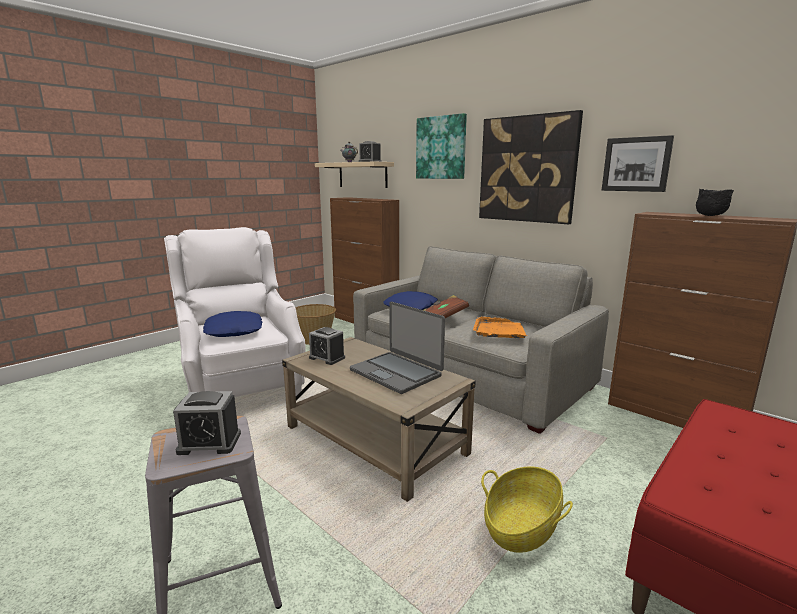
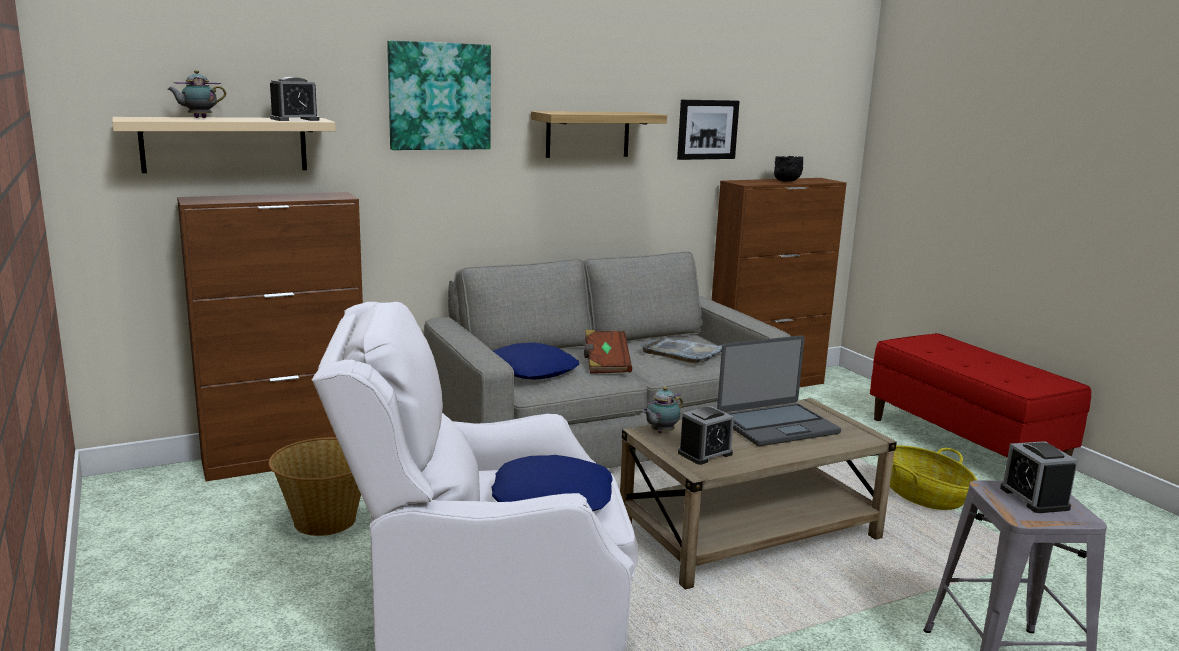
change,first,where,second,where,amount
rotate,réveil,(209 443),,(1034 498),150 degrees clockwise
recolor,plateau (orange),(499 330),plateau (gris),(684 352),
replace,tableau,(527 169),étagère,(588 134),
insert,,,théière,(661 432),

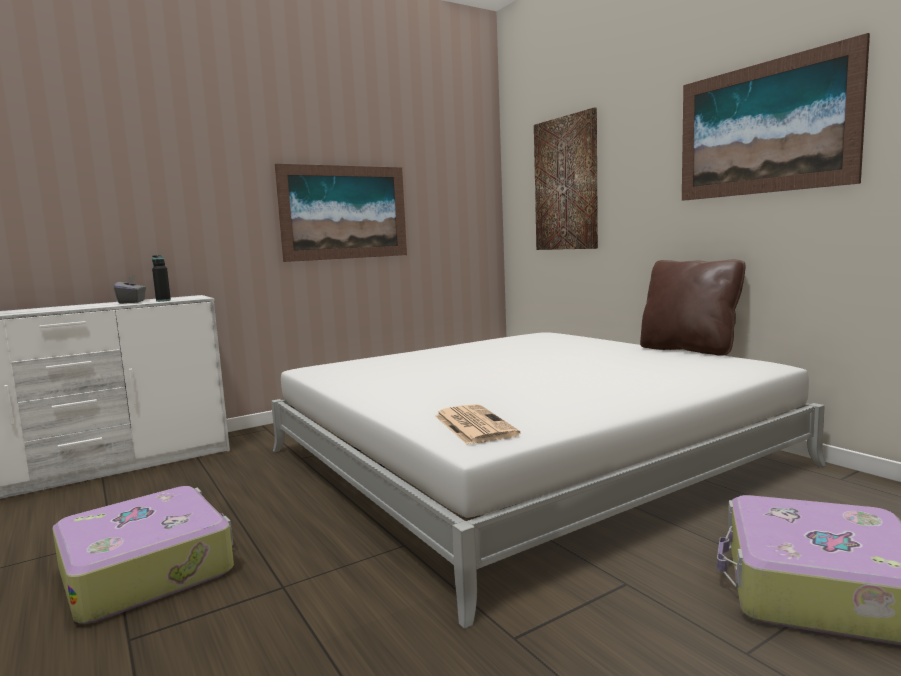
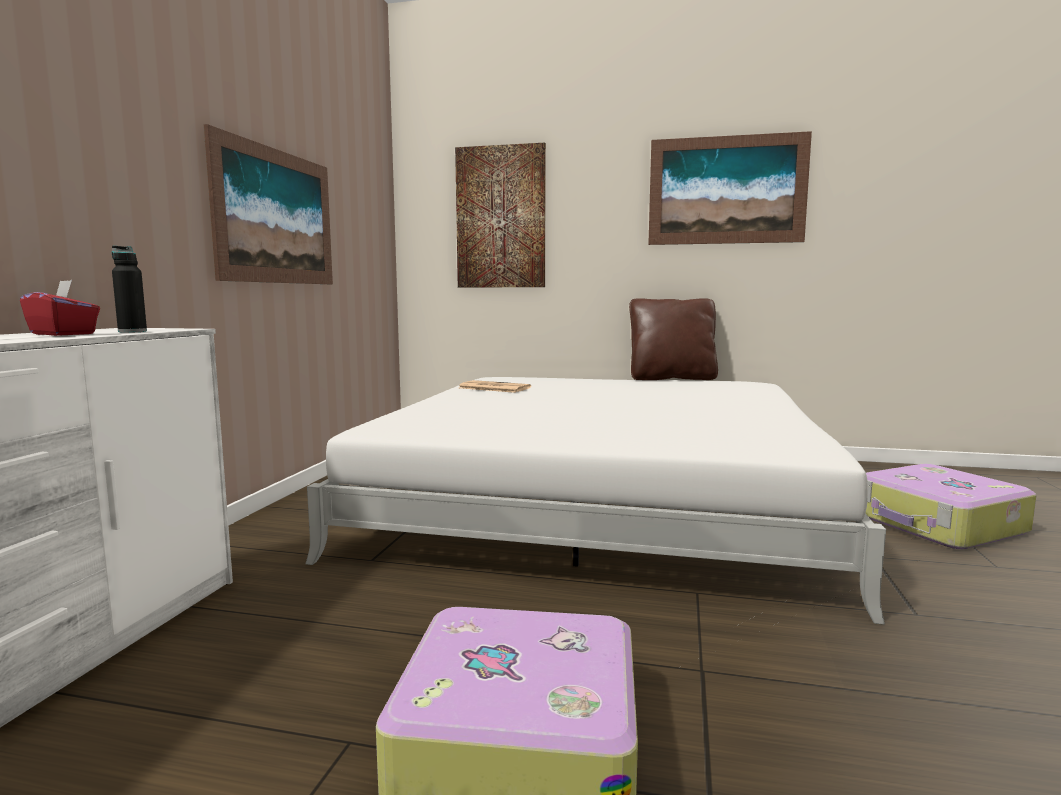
change,first,where,second,where,amount
recolor,boîte à mouchoirs (gris),(132 302),boîte à mouchoirs (rouge),(64 334),
move,journal,(473 425),,(493 388),

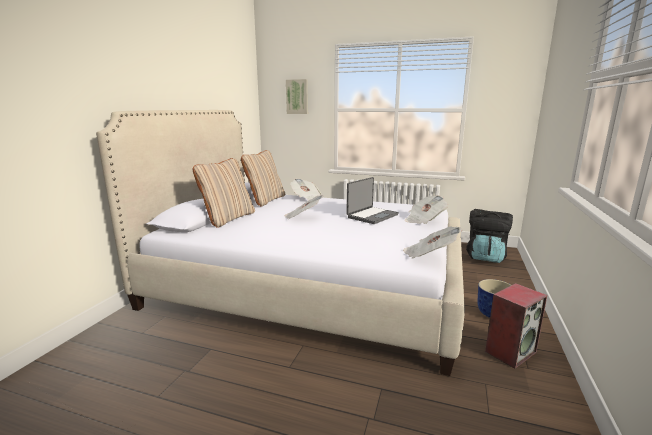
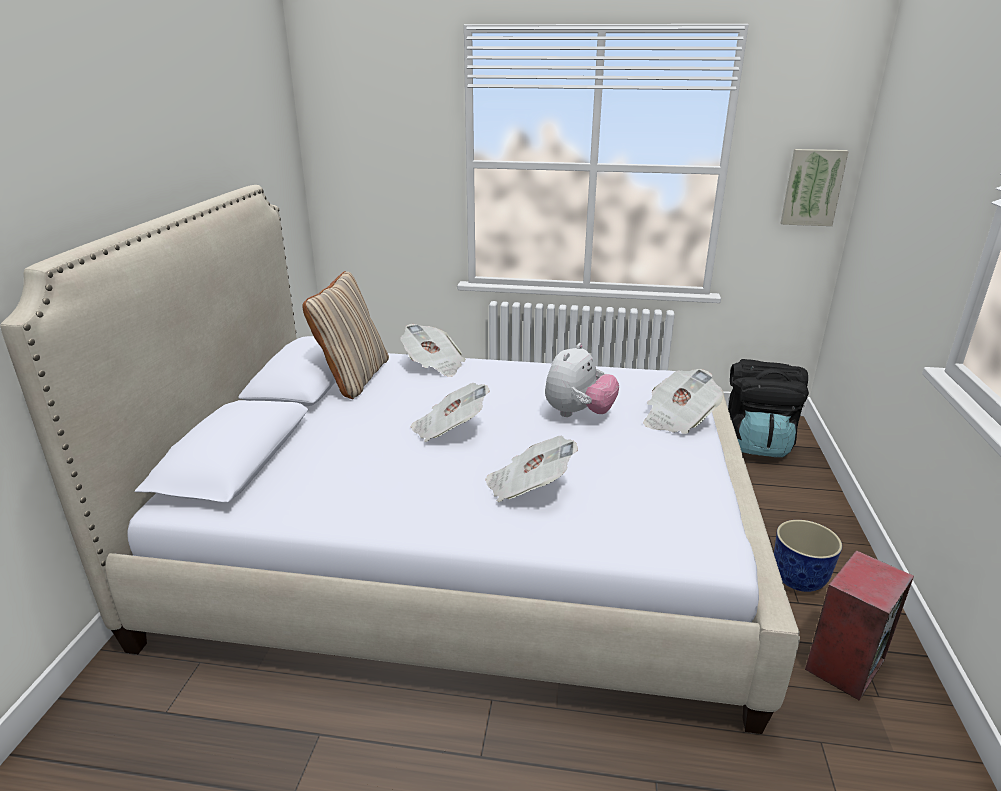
change,first,where,second,where,amount
delete,coussin (beige),(228 219),,,
move,tableau,(297 97),,(812 187),
replace,ordinateur portable,(372 216),peluche,(578 414),
move,journal,(429 255),,(528 488),

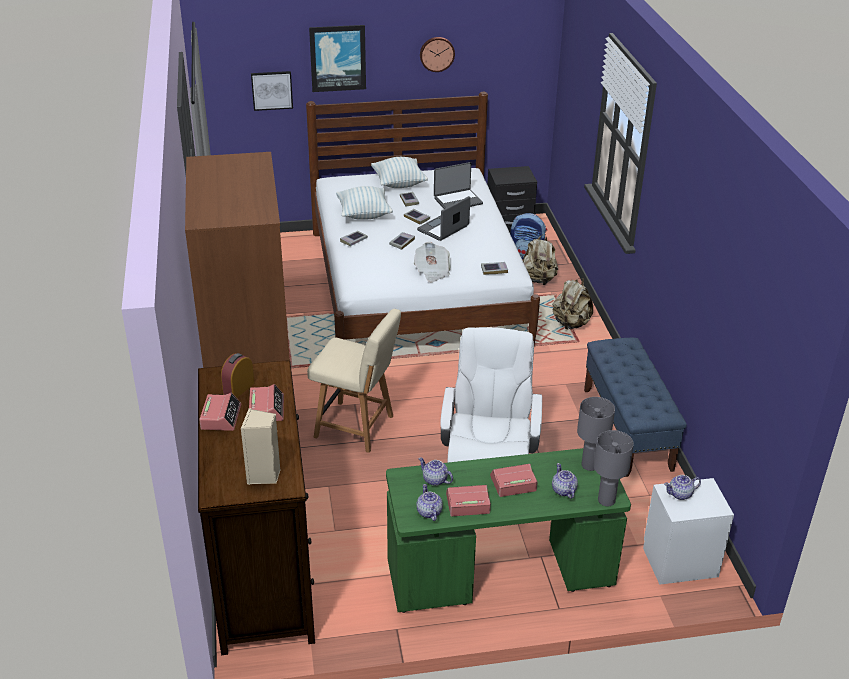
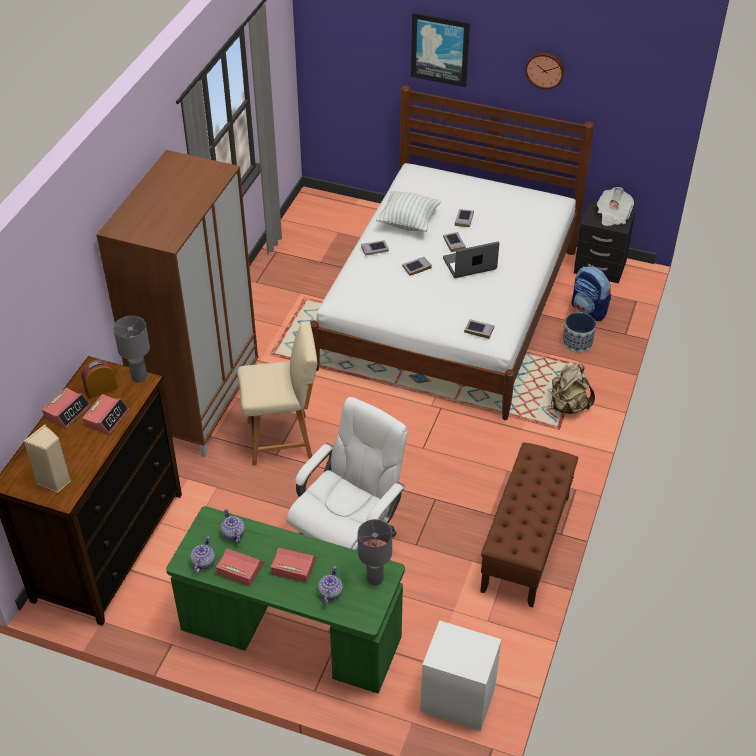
change,first,where,second,where,amount
delete,tableau,(272 90),,,
rotate,chaise (beige),(357 427),,(282 439),60 degrees counterclockwise
delete,coussin,(399 183),,,
move,journal,(432 271),,(612 215),
delete,ordinateur portable,(457 200),,,
replace,sac à dos (beige),(538 280),cache-pot,(577 342),
recolor,banc (bleu),(627 429),banc (marron),(525 544),
move,lampe de table (gris),(606 500),,(140 377),
delete,théière,(680 494),,,

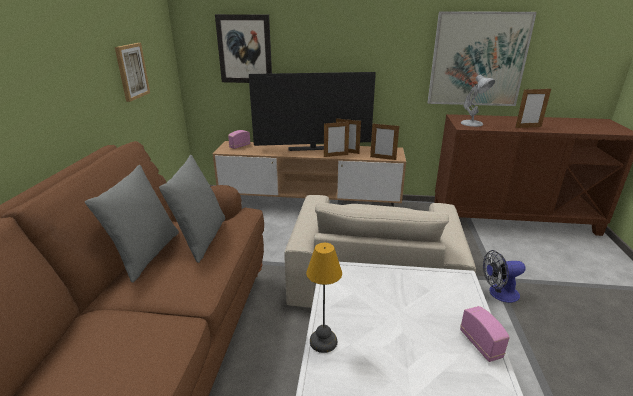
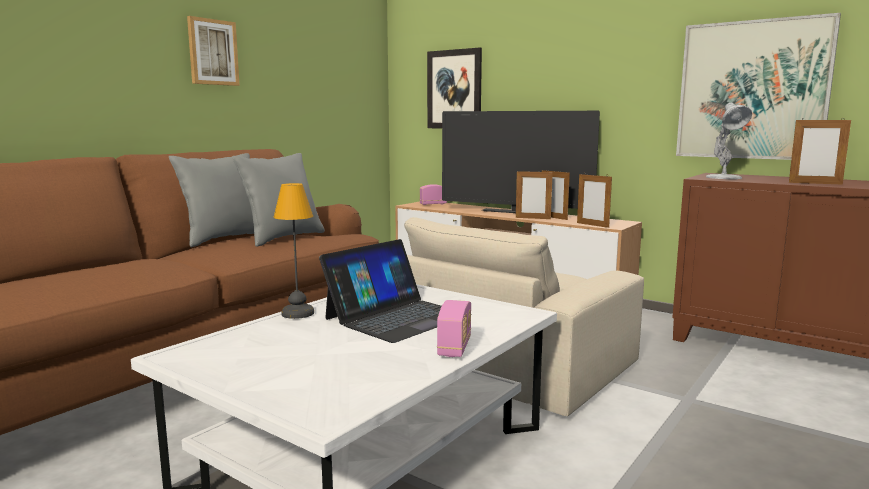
change,first,where,second,where,amount
move,tableau,(131 71),,(212 52),
delete,ventilateur,(499 294),,,
insert,,,ordinateur portable,(397 317),

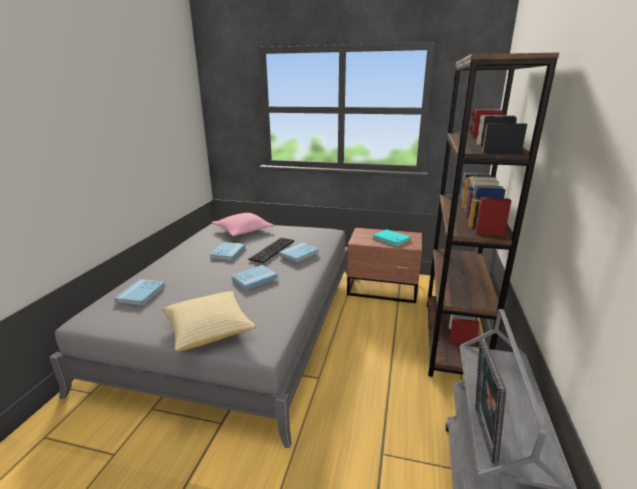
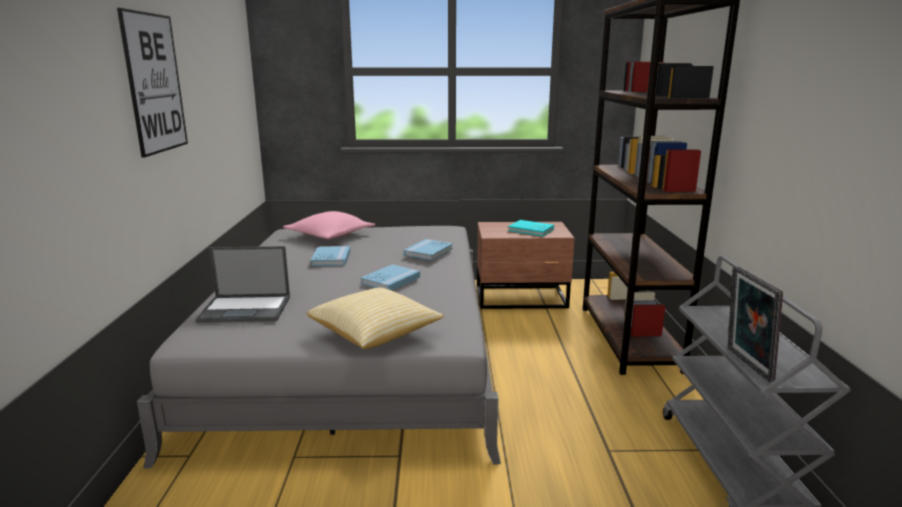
change,first,where,second,where,amount
replace,livre (bleu),(141 294),ordinateur portable,(246 309),
delete,clavier,(273 250),,,
insert,,,tableau,(155 83),

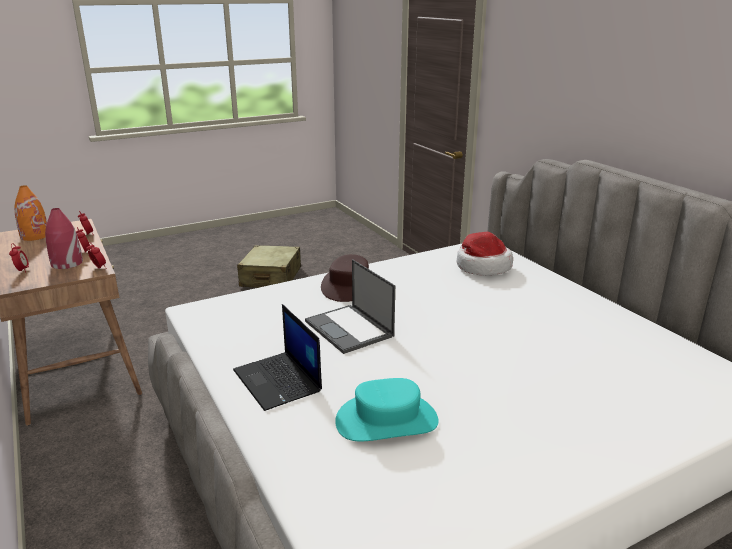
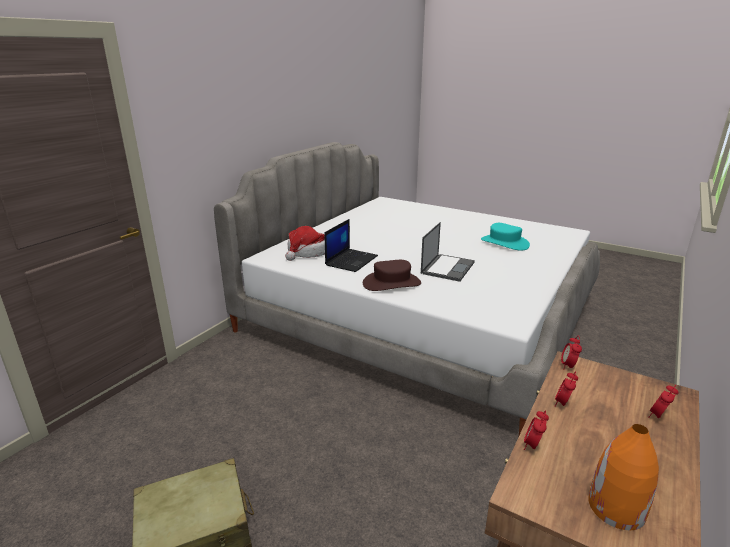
change,first,where,second,where,amount
delete,vase (rouge),(66 263),,,
move,ordinateur portable,(278 381),,(351 260),

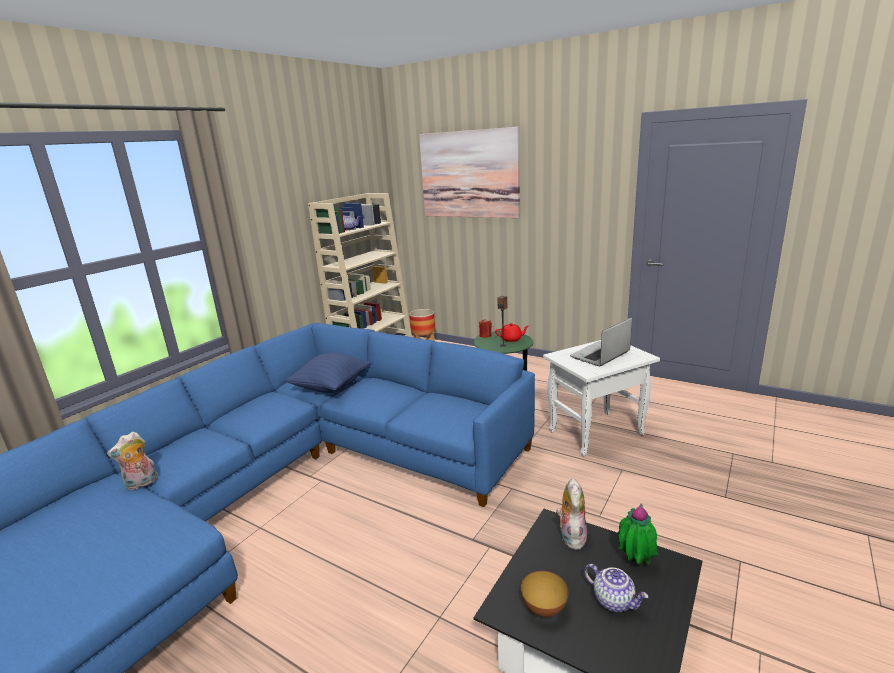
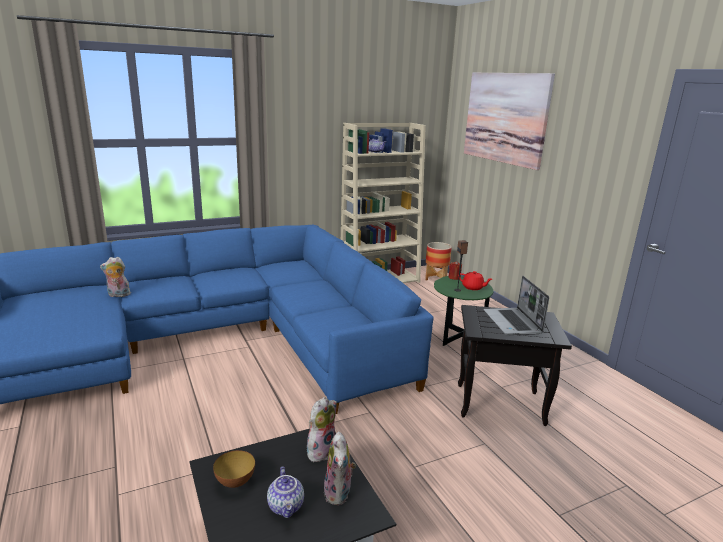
change,first,where,second,where,amount
delete,coussin (bleu),(331 387),,,
recolor,table d'appoint (blanc),(595 434),table d'appoint (noir),(498 404),
rotate,ordinateur portable,(600 355),,(513 323),90 degrees counterclockwise
replace,plante en pot,(635 563),peluche,(339 493),

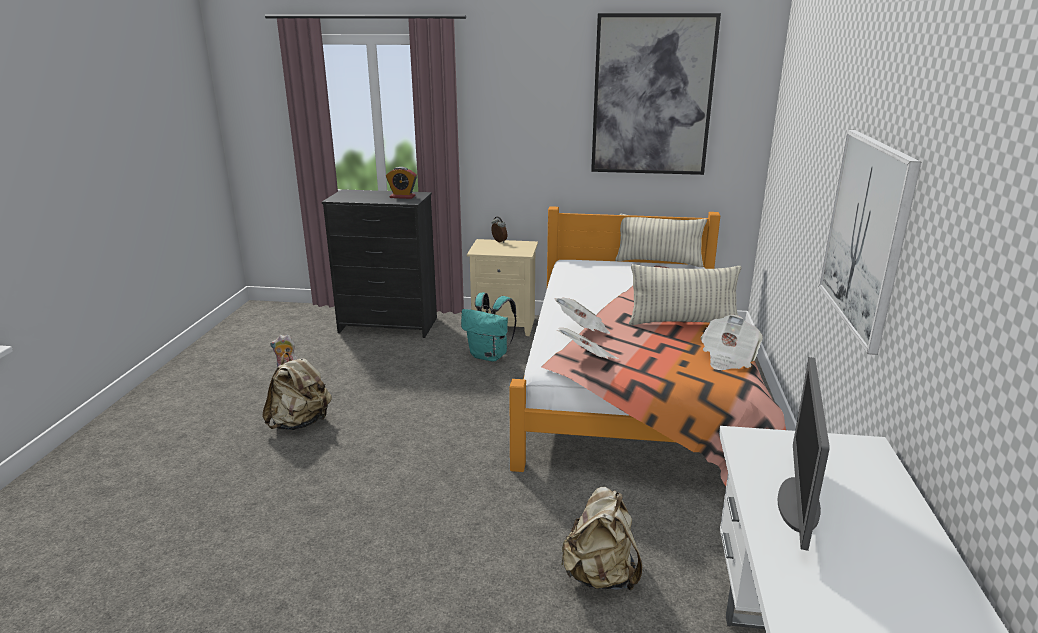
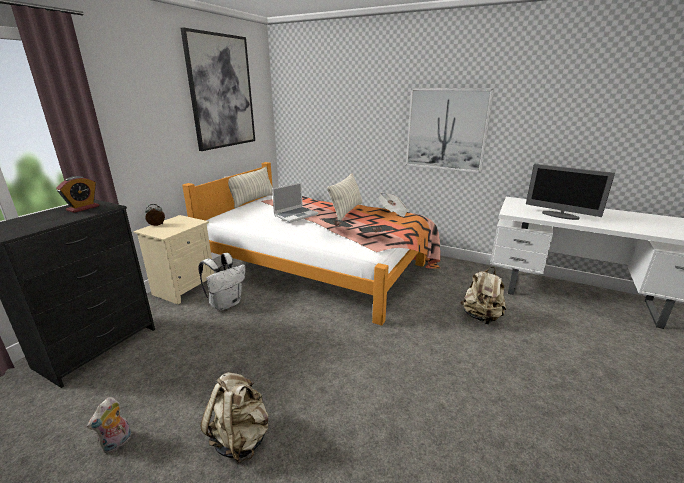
change,first,where,second,where,amount
recolor,sac à dos (turquoise),(490 356),sac à dos (blanc),(226 303),
insert,,,ordinateur portable,(296 215),

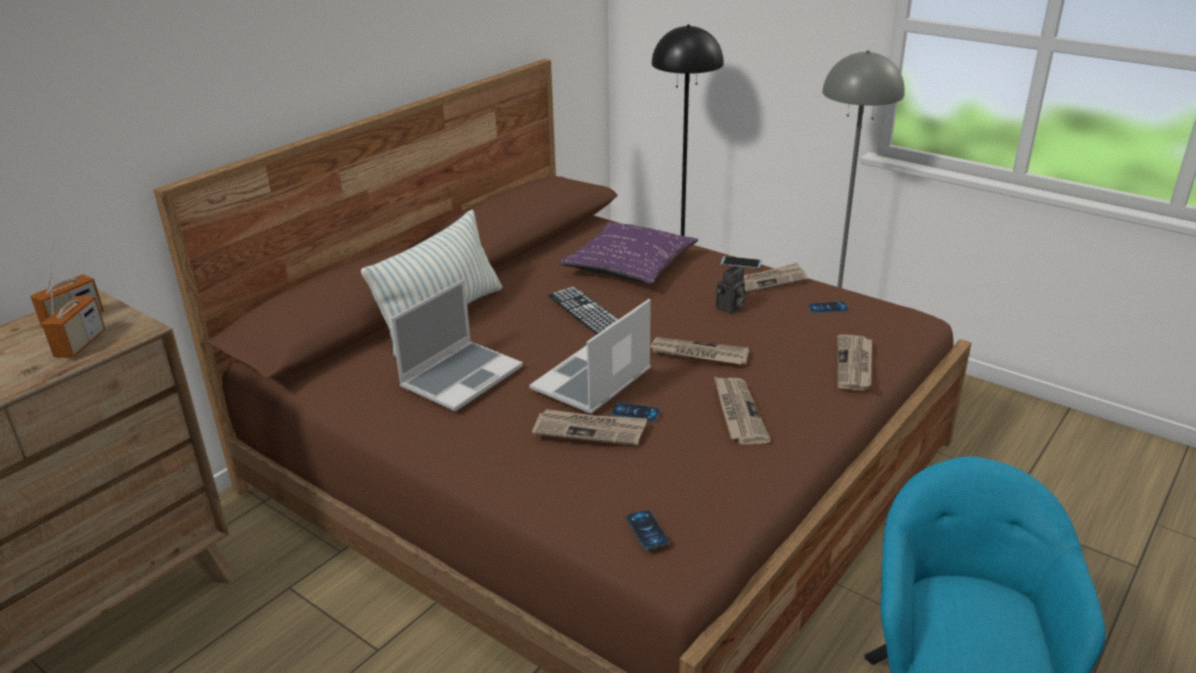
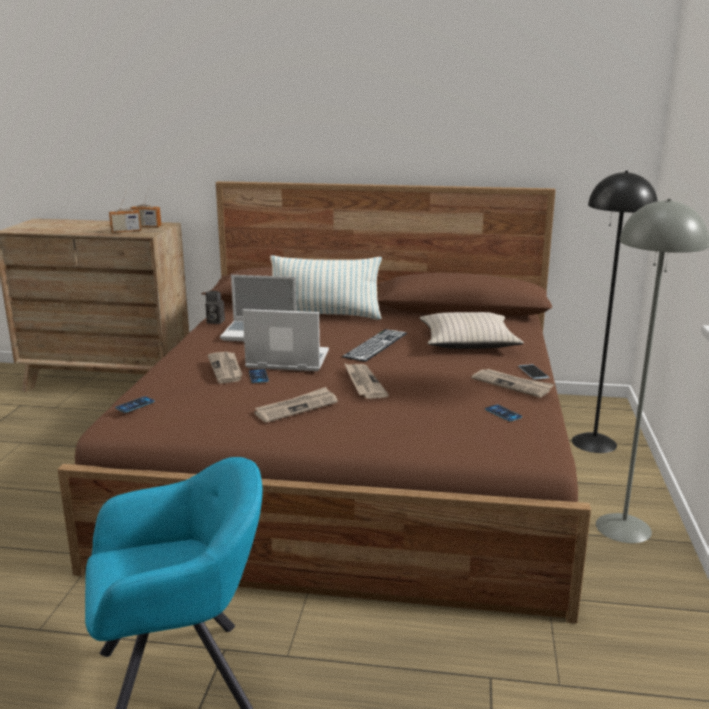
change,first,where,second,where,amount
recolor,coussin (violet),(629 265),coussin (beige),(468 342),
move,appareil photo,(730 308),,(214 322),
delete,journal,(855 365),,,

